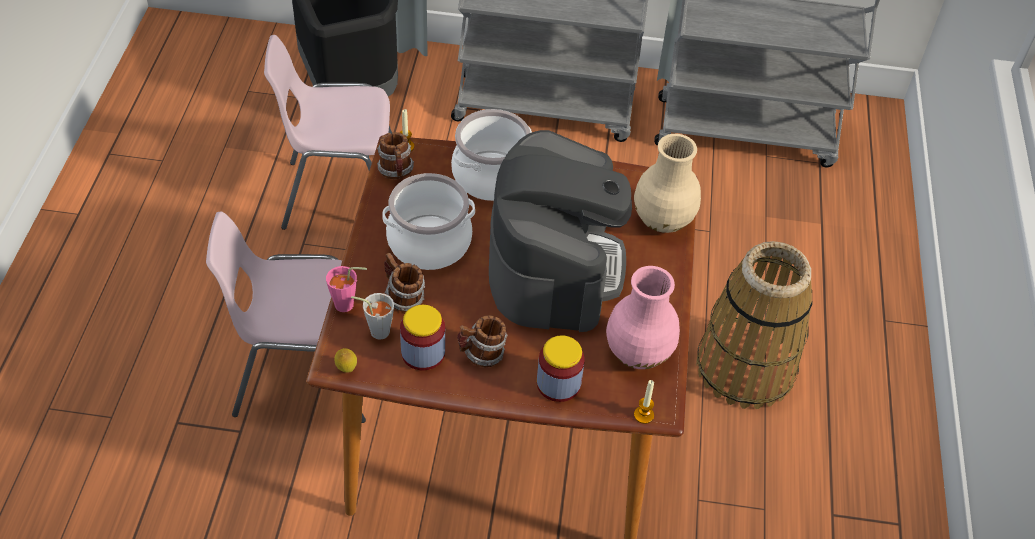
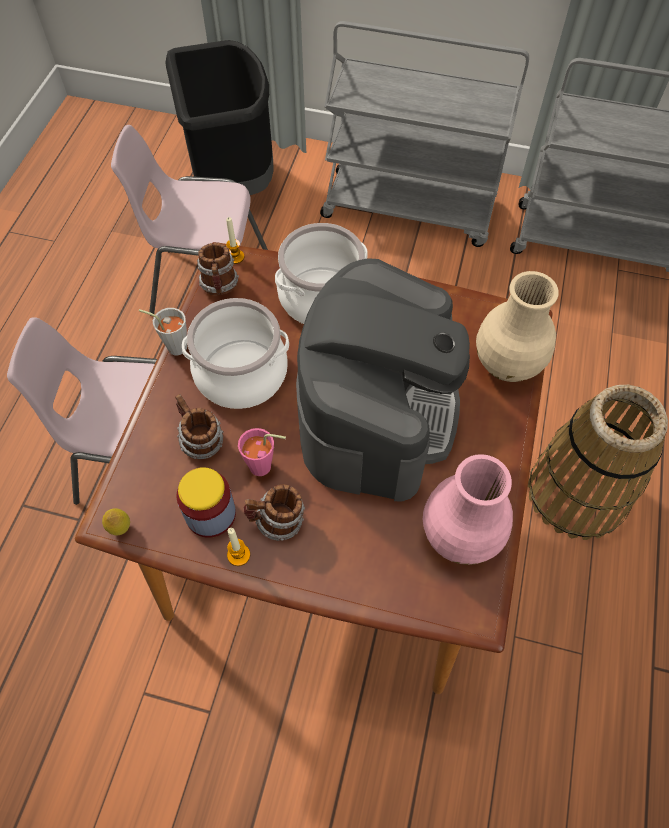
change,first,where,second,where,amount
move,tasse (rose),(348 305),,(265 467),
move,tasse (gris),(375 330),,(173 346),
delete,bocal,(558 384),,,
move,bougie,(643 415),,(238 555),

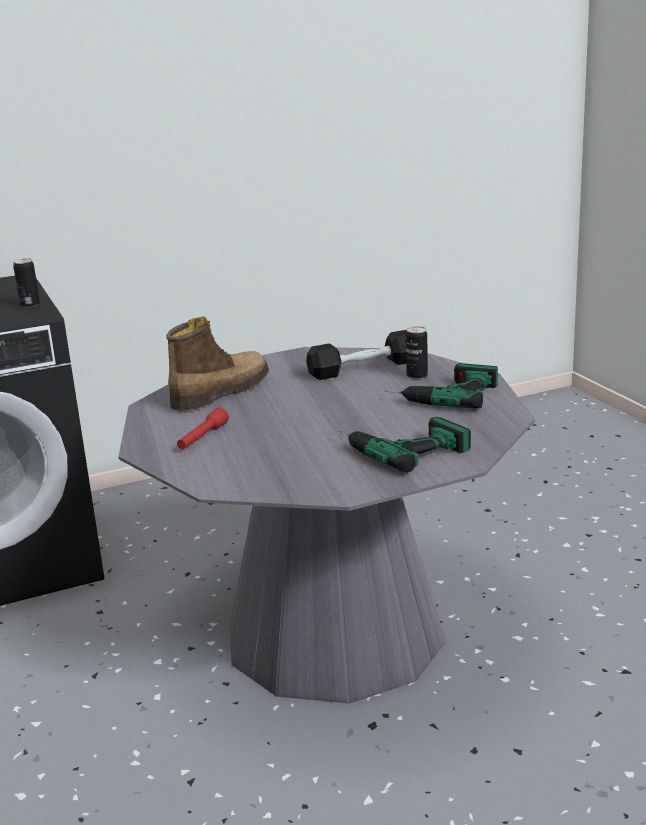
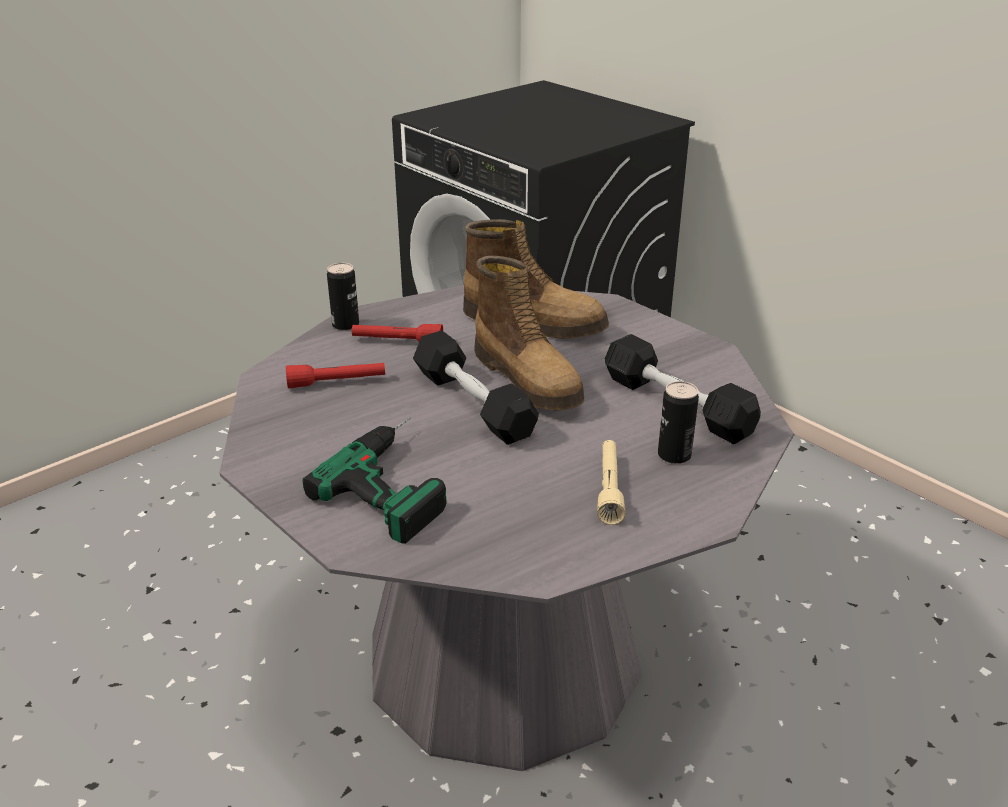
change,first,where,second,where,amount
move,boîte métallique,(30 305),,(345 325),
replace,perceuse,(441 394),lampe de poche (beige),(609 489),
insert,,,lampe de poche (rouge),(337 382),
insert,,,haltère (noir),(473 404),
insert,,,botte,(529 380),

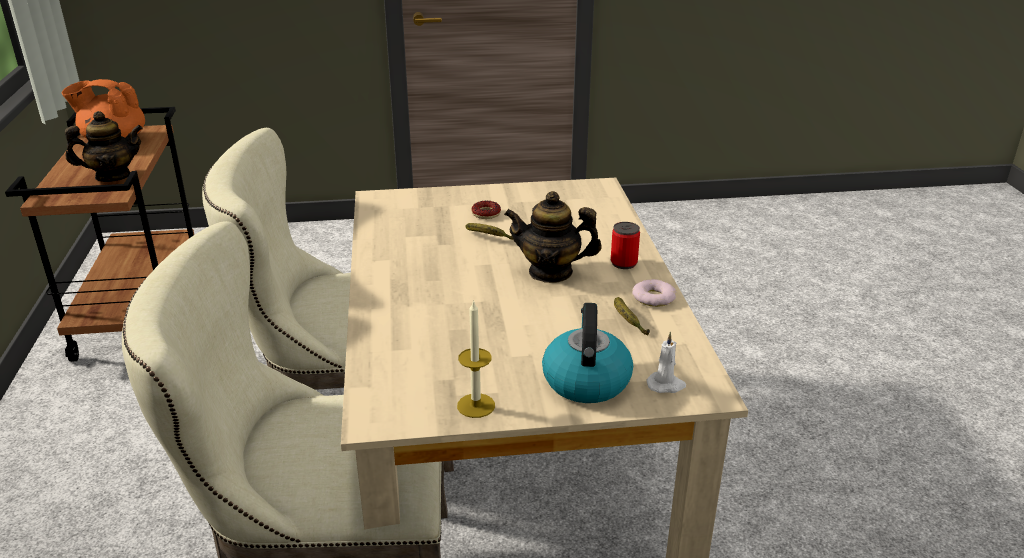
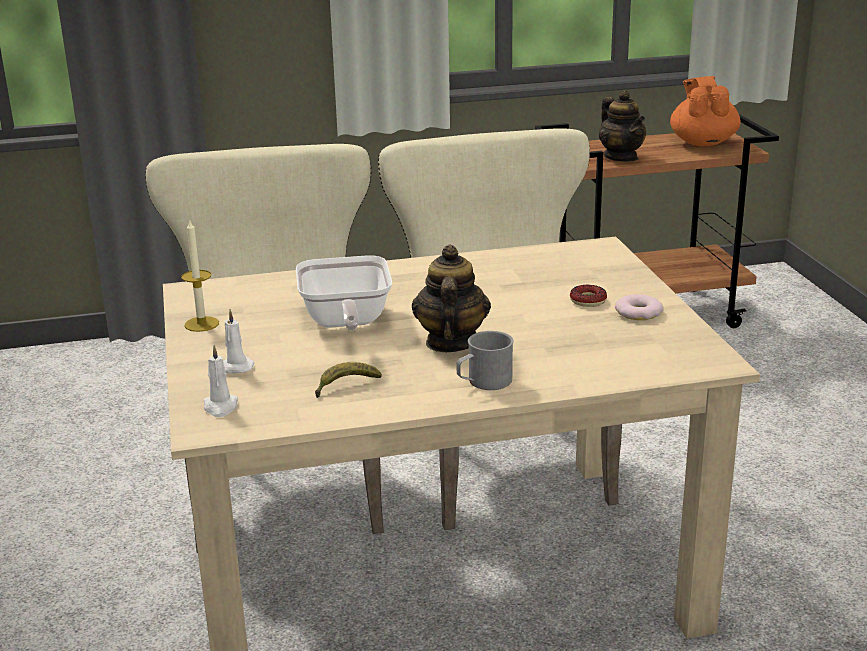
change,first,where,second,where,amount
delete,banane,(488 237),,,
replace,bouilloire,(586 380),bougie (blanc),(234 368),
replace,boîte métallique,(623 263),mug (gris),(484 382),
move,beignet,(653 297),,(638 312),
insert,,,poêle,(345 323),

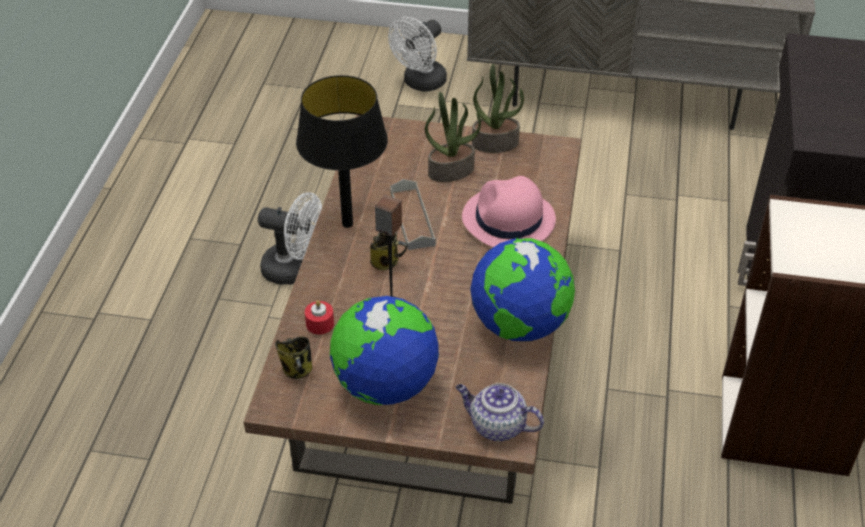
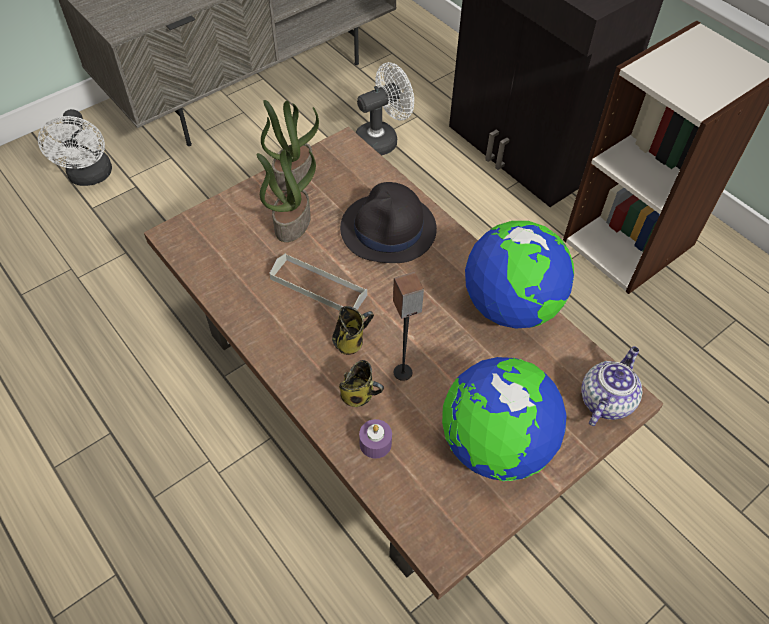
change,first,where,second,where,amount
move,ventilateur (blanc),(295 270),,(382 139),
move,mug,(298 371),,(359 395),
delete,lampe de table (noir),(347 224),,,
recolor,bougie (rouge),(320 324),bougie (violet),(375 443),
rotate,théière,(496 426),,(605 399),150 degrees clockwise
recolor,chapeau (rose),(508 220),chapeau (noir),(388 230),

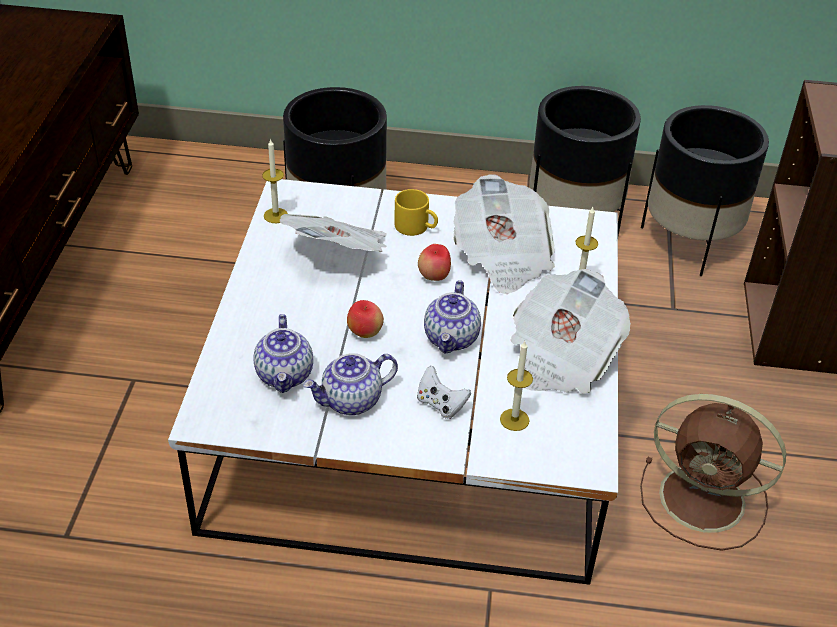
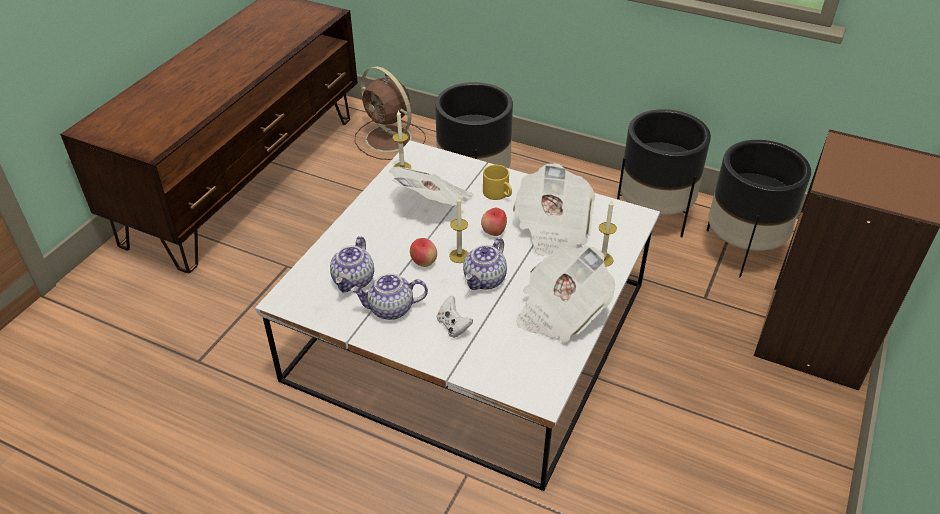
change,first,where,second,where,amount
move,bougie,(514 419),,(459 256),
move,ventilateur (marron),(706 500),,(390 140),

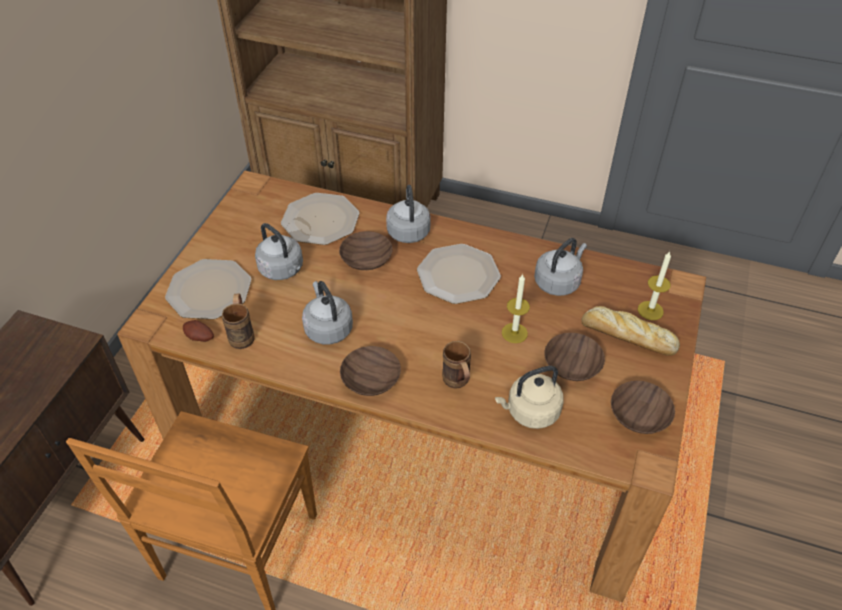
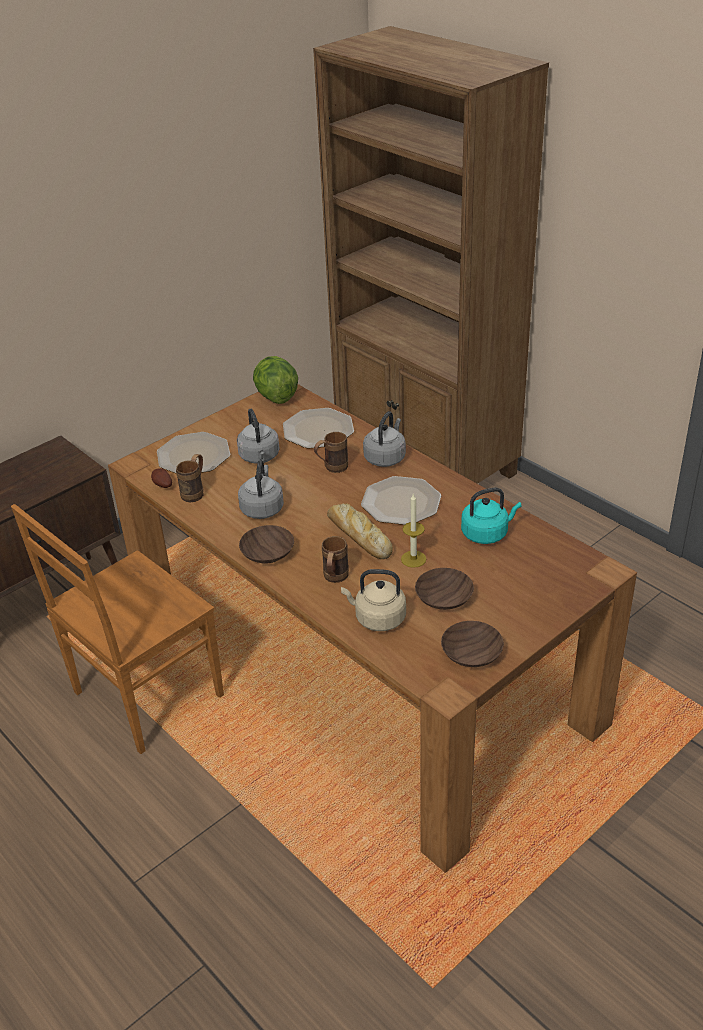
change,first,where,second,where,amount
replace,bol (marron),(365 259),mug (marron),(331 468),
recolor,bouilloire (gris),(558 282),bouilloire (turquoise),(487 533),
move,pain,(626 336),,(358 536),
delete,bougie,(650 310),,,
insert,,,laitue,(275 396),

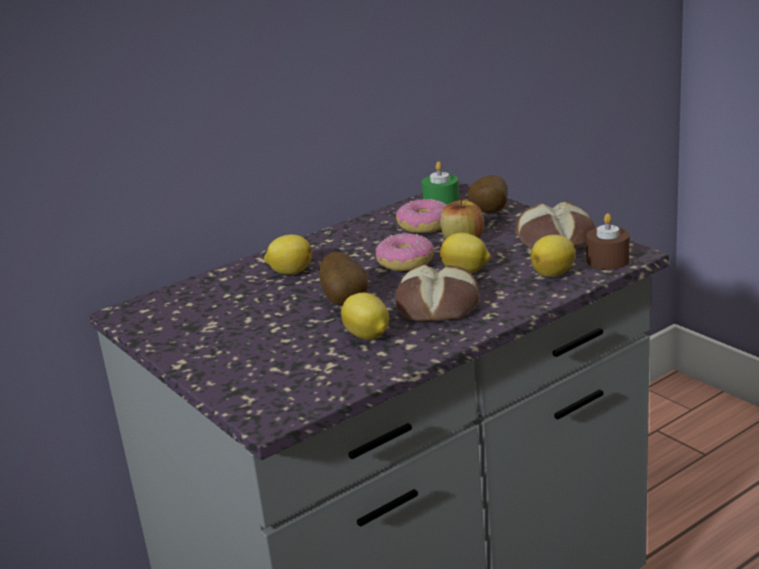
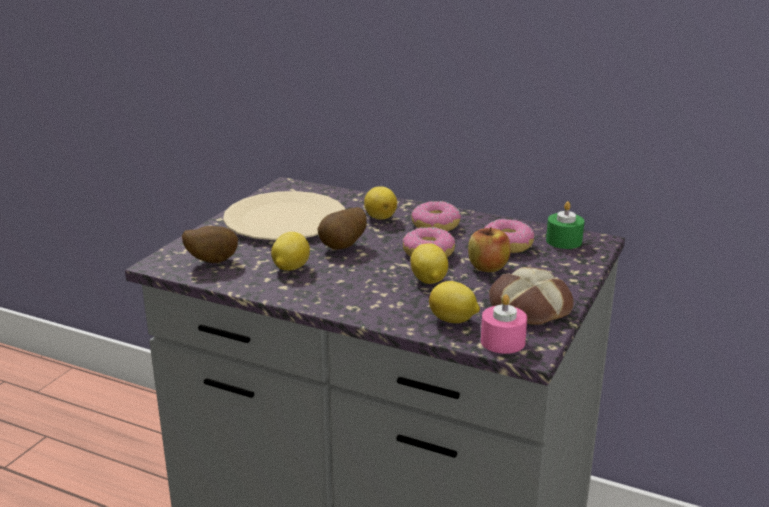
change,first,where,second,where,amount
delete,pain,(439 305),,,
move,pomme de terre,(488 214),,(211 261),
recolor,bougie (marron),(607 260),bougie (rose),(502 341),
insert,,,assiette (beige),(285 220),
insert,,,beignet,(435 225),

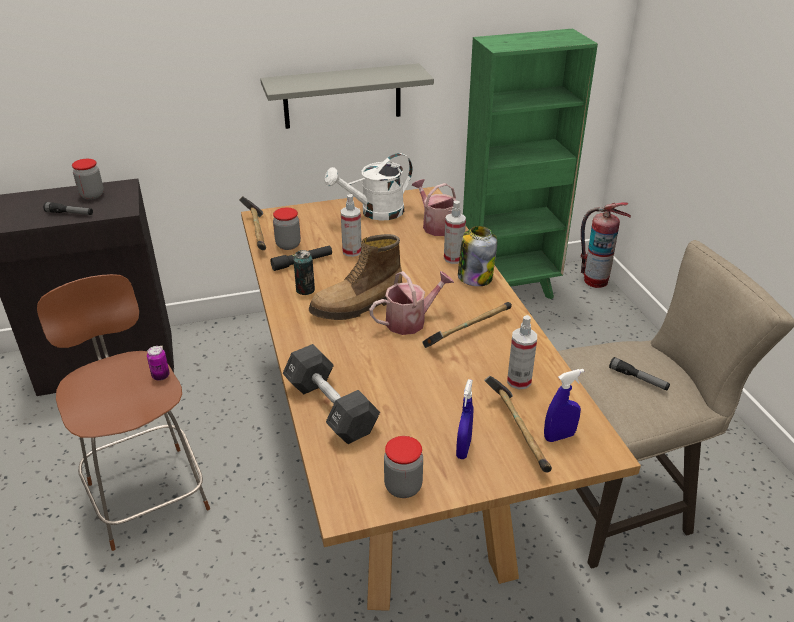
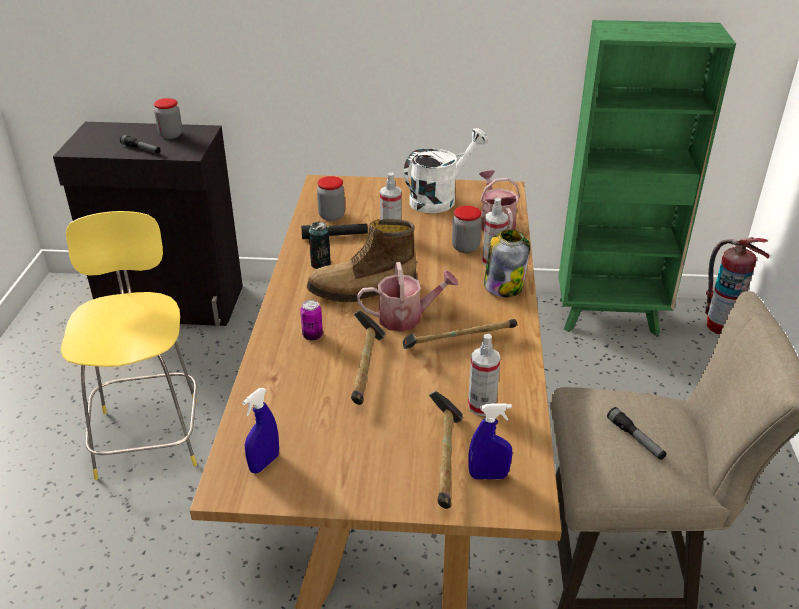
change,first,where,second,where,amount
recolor,tabouret (marron),(147 492),tabouret (jaune),(149 434),
move,boîte métallique,(161 376),,(312 336),
move,marteau,(258 233),,(366 369),
delete,étagère (gris),(342 96),,,
delete,haltère (noir),(331 408),,,
rotate,arrosoir (blanc),(375 213),,(439 199),150 degrees clockwise
move,bocal,(403 487),,(465 247),
move,vaporisateur (bleu),(463 449),,(264 463),

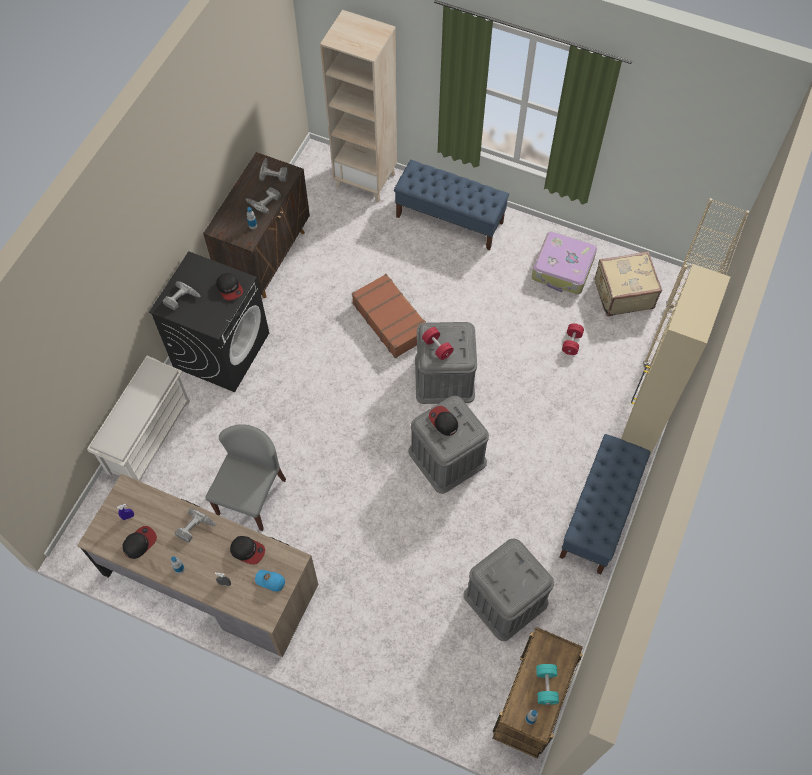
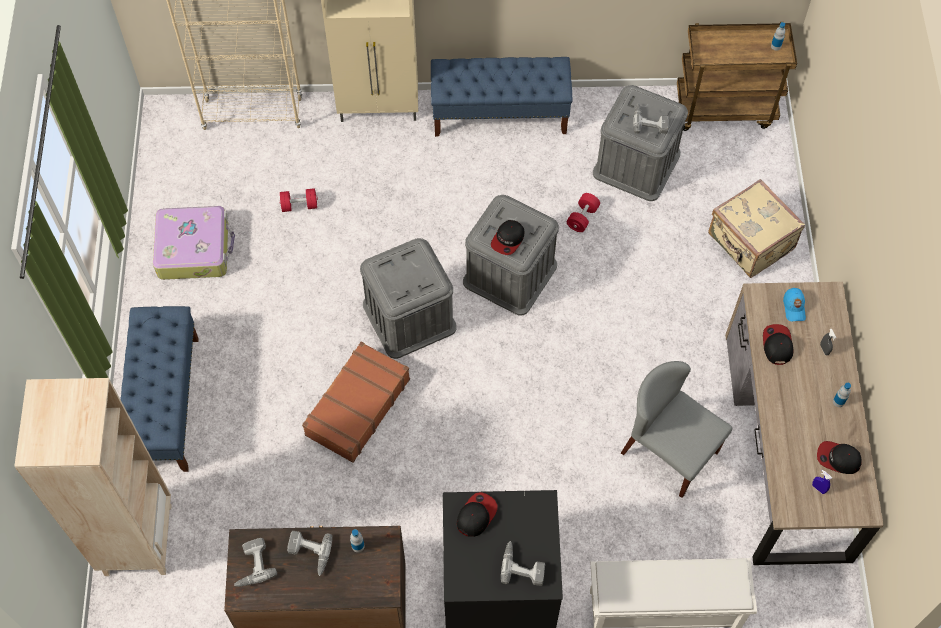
change,first,where,second,where,amount
move,perceuse,(196 529),,(650 121),
rotate,chaise (gris),(251 496),,(669 452),45 degrees clockwise
move,haltère (rouge),(437 347),,(582 217),
delete,haltère (turquoise),(546 686),,,
move,valise (beige),(622 293),,(750 243),

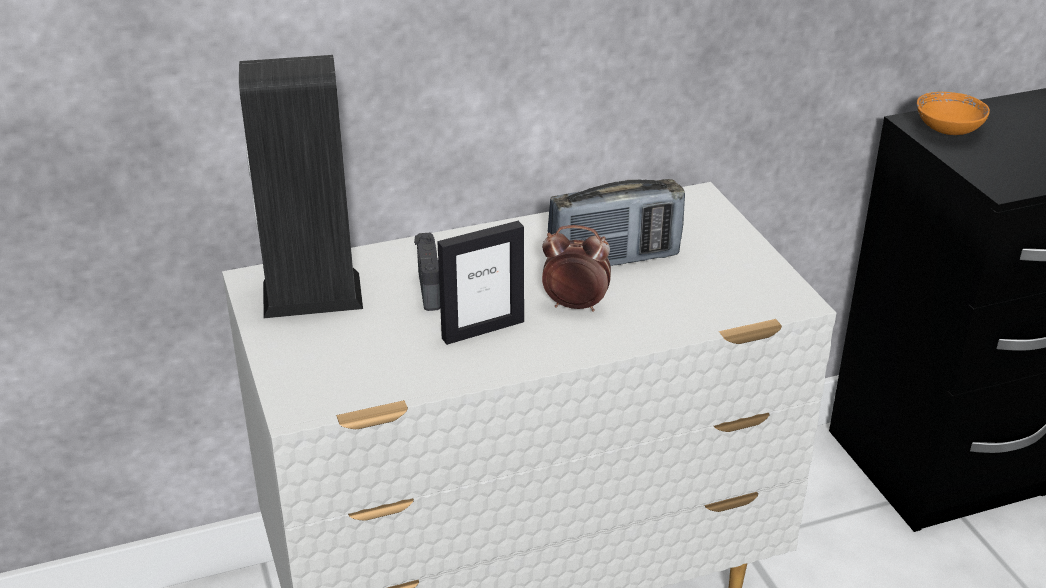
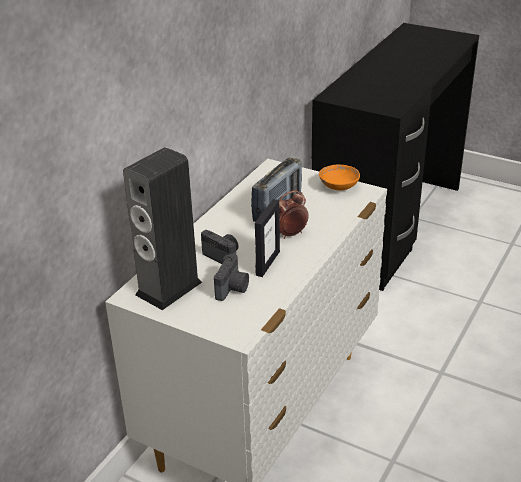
change,first,where,second,where,amount
move,bol (orange),(947 129),,(338 186),
insert,,,appareil photo,(233 289),

